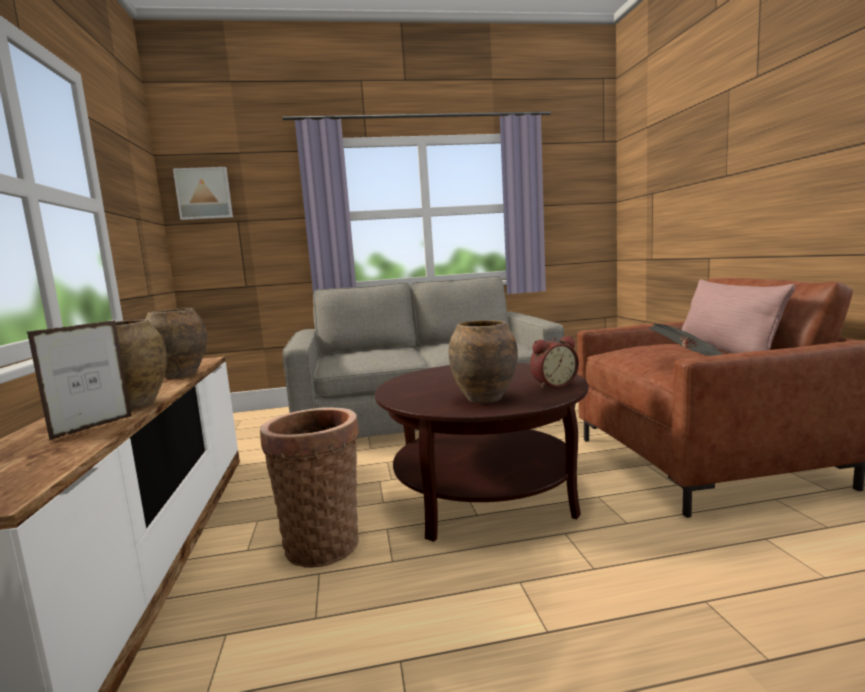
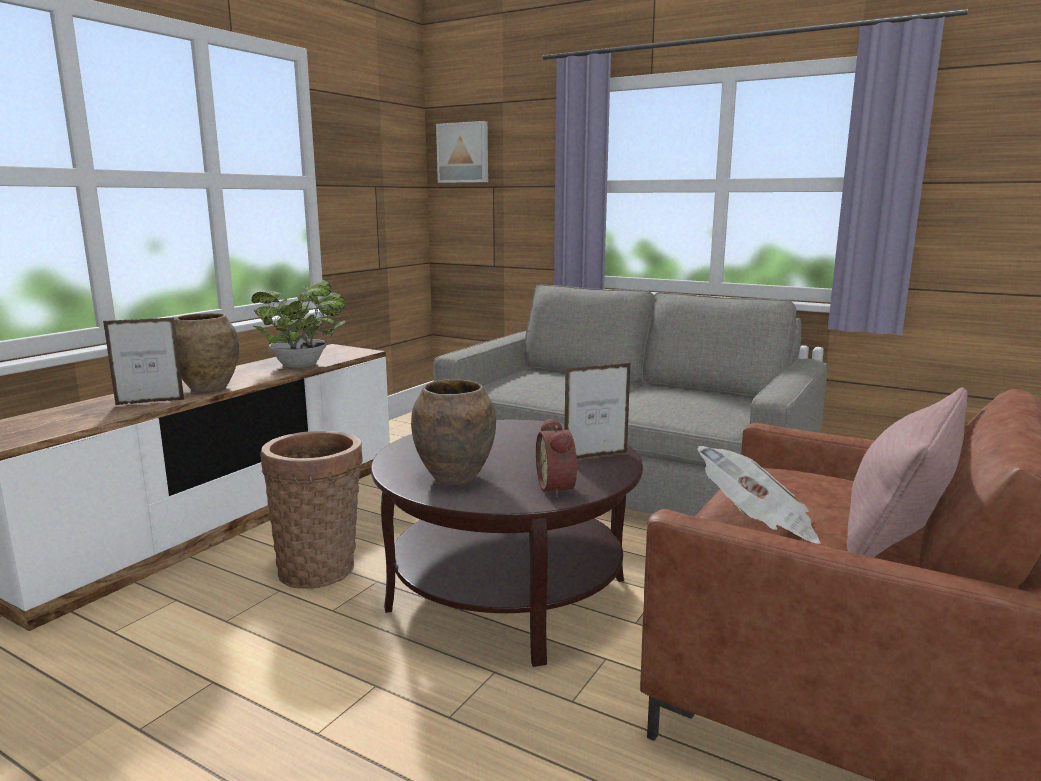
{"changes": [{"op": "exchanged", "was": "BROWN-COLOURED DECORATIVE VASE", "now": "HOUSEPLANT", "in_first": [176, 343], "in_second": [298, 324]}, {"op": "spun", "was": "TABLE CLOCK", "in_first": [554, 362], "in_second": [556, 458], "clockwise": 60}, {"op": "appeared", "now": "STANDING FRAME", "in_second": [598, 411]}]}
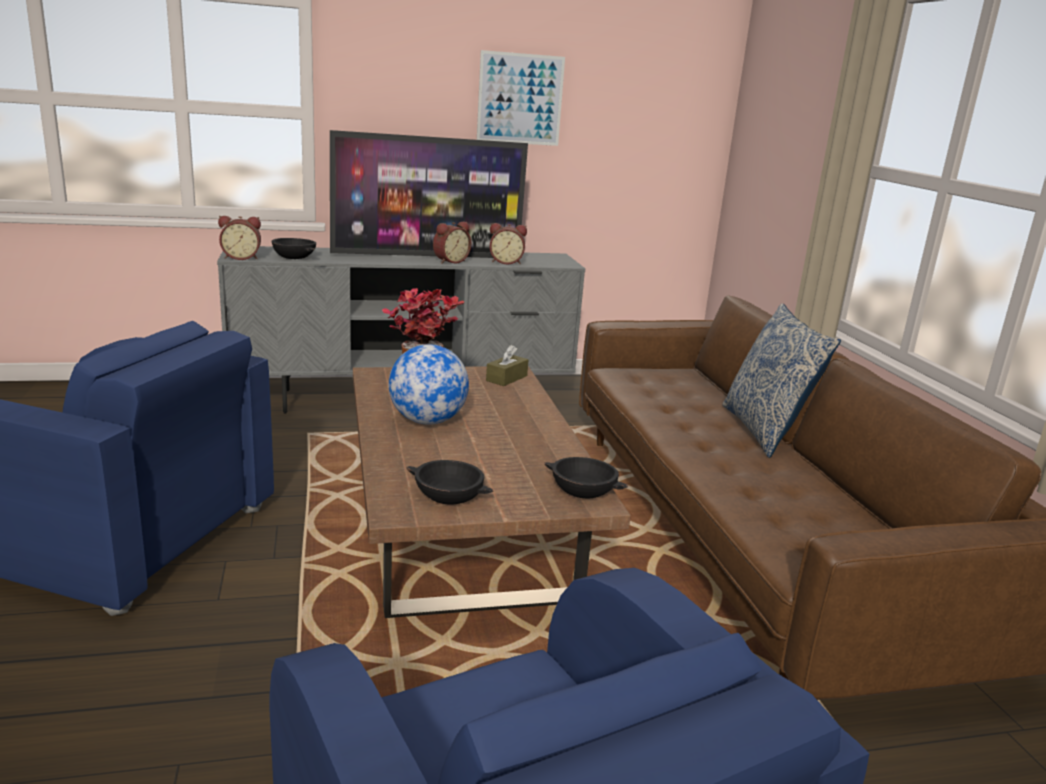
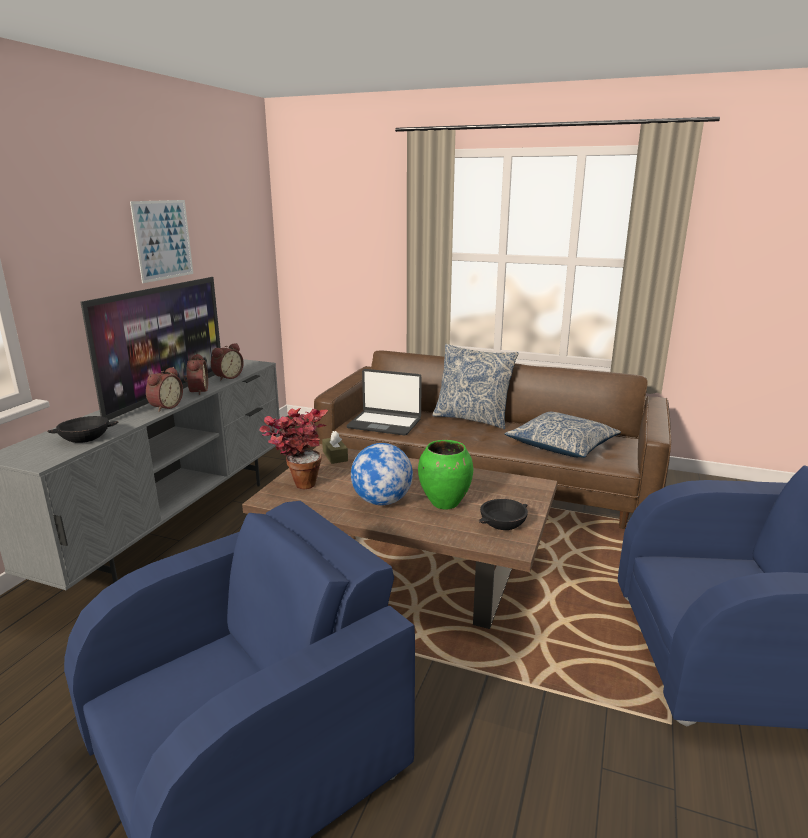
{"changes": [{"op": "relocated", "was": "TABLE CLOCK", "in_first": [239, 238], "in_second": [164, 389]}, {"op": "missing", "was": "BLACK-COLOURED SERVING BOWL", "in_first": [586, 477]}, {"op": "appeared", "now": "LAPTOP", "in_second": [384, 402]}, {"op": "appeared", "now": "CUSHION", "in_second": [563, 435]}, {"op": "appeared", "now": "GREENISH DECORATIVE VASE", "in_second": [445, 474]}]}
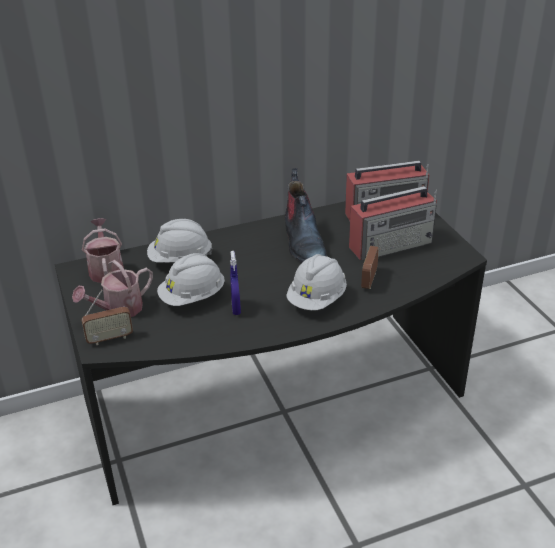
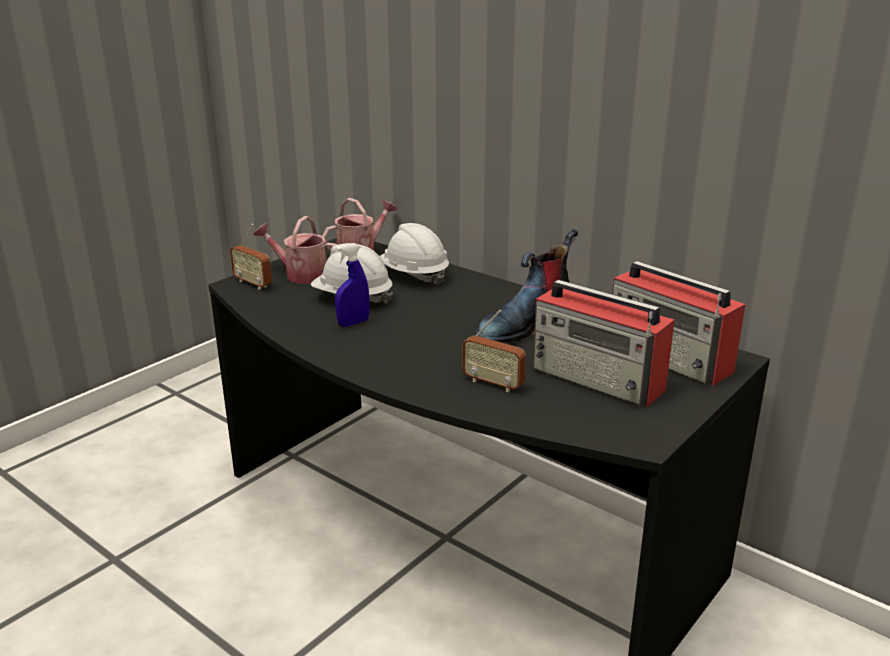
{"changes": [{"op": "spun", "was": "RADIO", "in_first": [370, 263], "in_second": [494, 351], "clockwise": -135}, {"op": "missing", "was": "WHITE-COLOURED WORK HELMET", "in_first": [316, 282]}]}
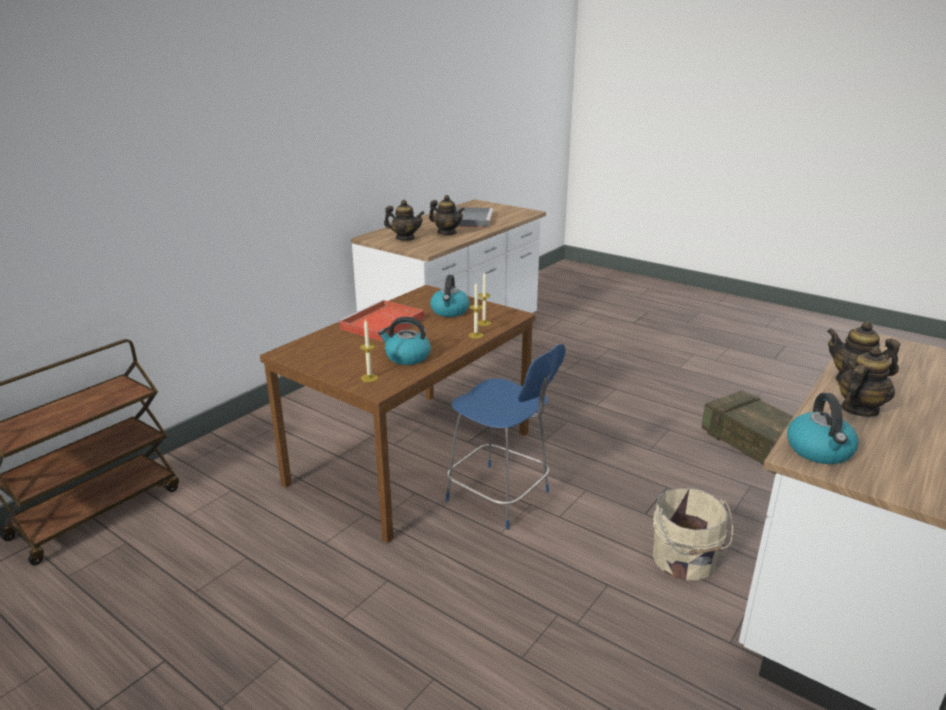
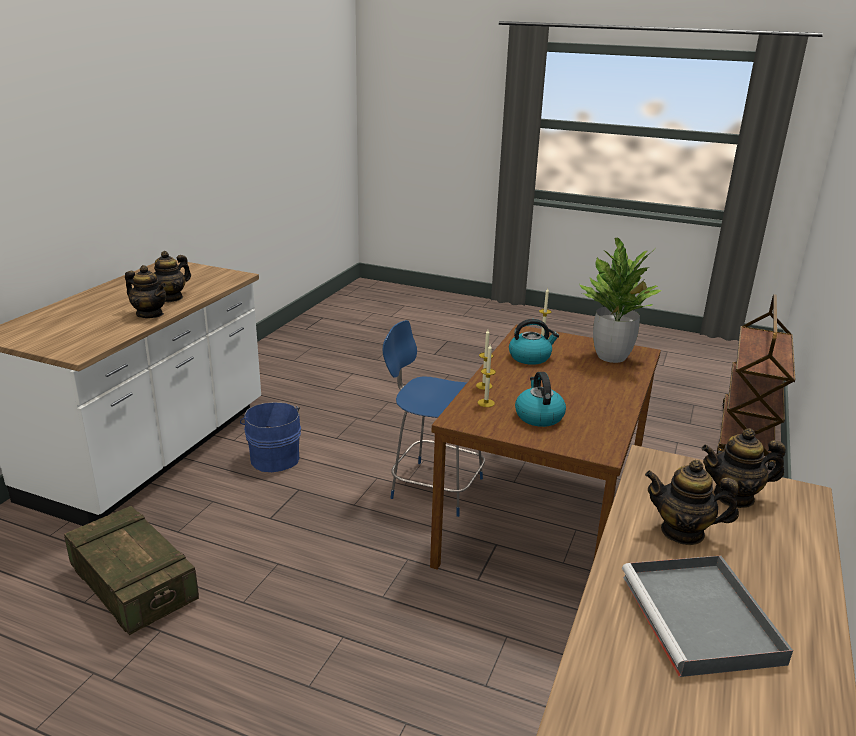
{"changes": [{"op": "missing", "was": "REDDISH CARRYING TRAY", "in_first": [381, 321]}, {"op": "missing", "was": "WATER KETTLE", "in_first": [822, 428]}, {"op": "colour", "was": "BEIGE-COLOURED PAIL", "now": "BLUISH PAIL", "in_first": [693, 534], "in_second": [270, 437]}, {"op": "appeared", "now": "HOUSEPLANT", "in_second": [620, 300]}]}
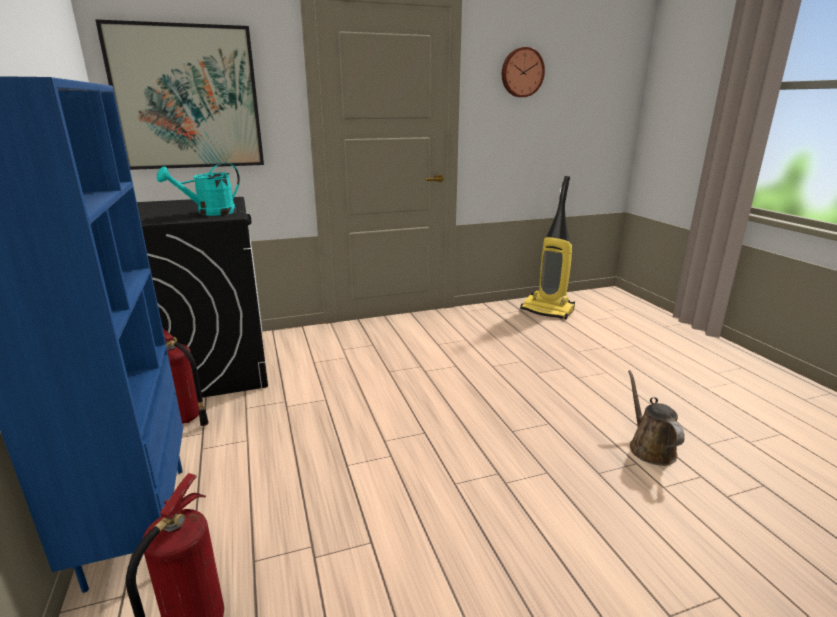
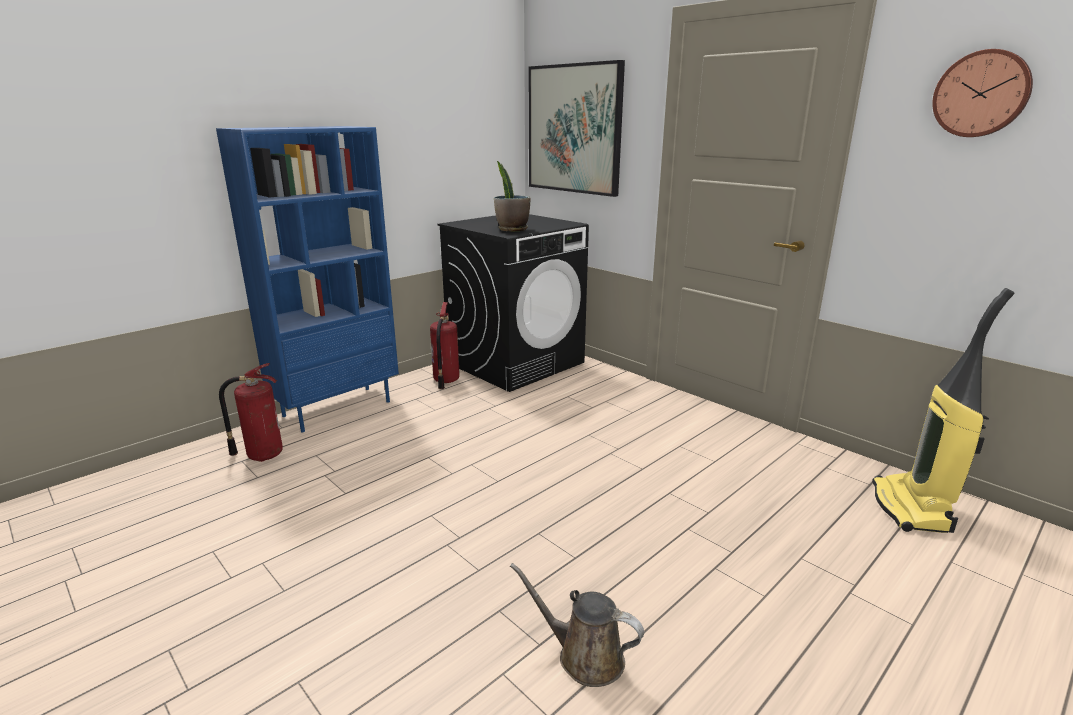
{"changes": [{"op": "exchanged", "was": "BLUE-GREEN SPRINKLING CAN", "now": "HOUSEPLANT", "in_first": [198, 189], "in_second": [512, 196]}, {"op": "spun", "was": "BROWN-COLOURED SPRINKLING CAN", "in_first": [656, 418], "in_second": [577, 625], "clockwise": -120}]}
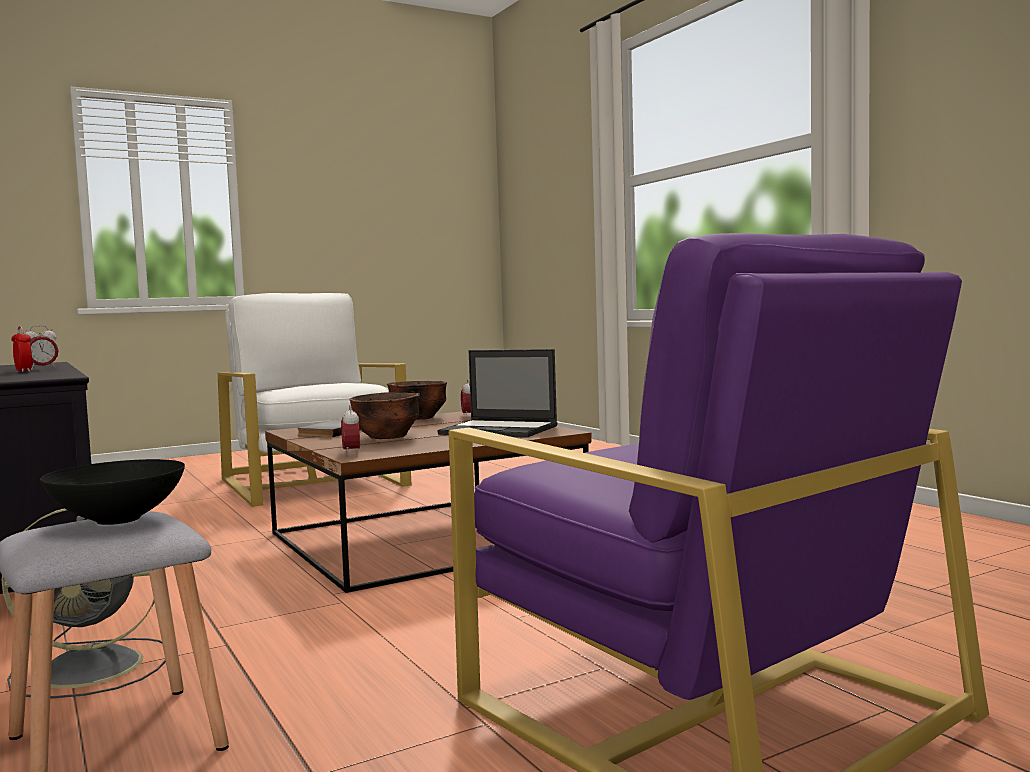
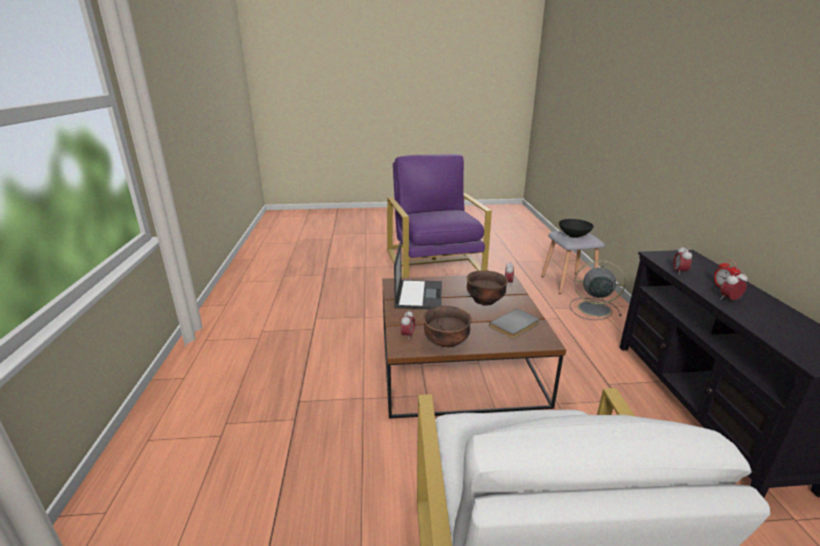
{"changes": [{"op": "spun", "was": "LAPTOP", "in_first": [497, 393], "in_second": [418, 275], "clockwise": 45}, {"op": "appeared", "now": "TABLE CLOCK", "in_second": [682, 260]}]}
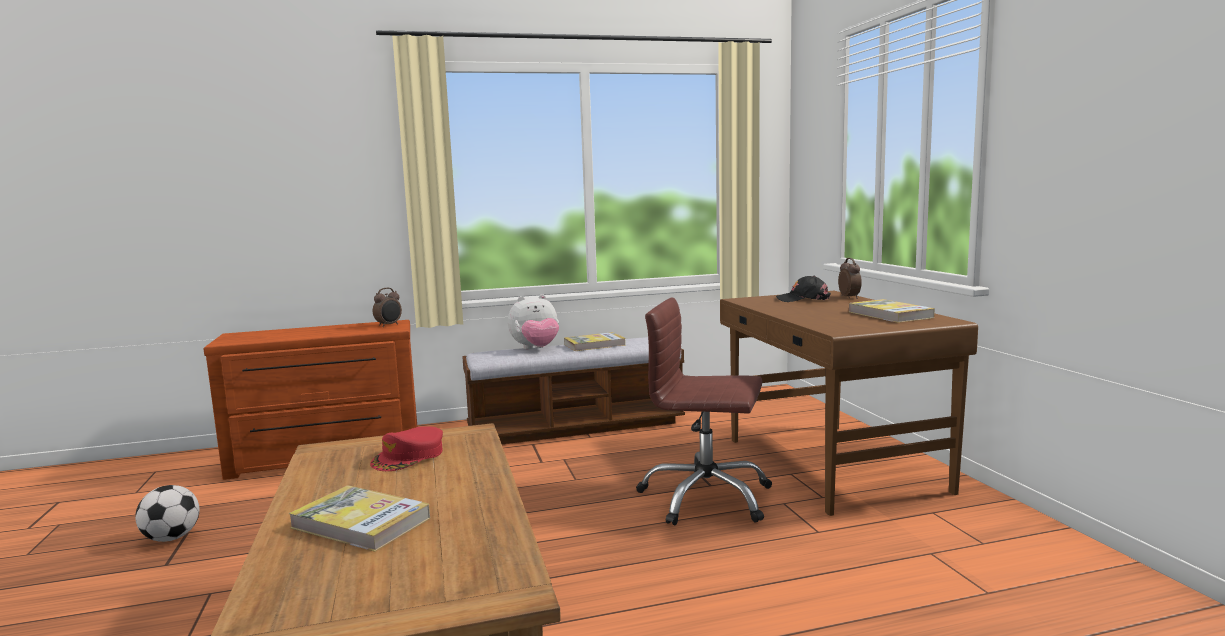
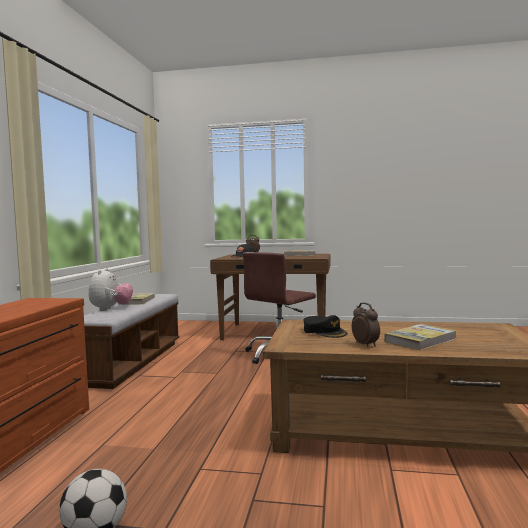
{"changes": [{"op": "relocated", "was": "TABLE CLOCK", "in_first": [387, 307], "in_second": [366, 324]}, {"op": "colour", "was": "REDDISH BASEBALL CAP", "now": "BLACK-COLOURED BASEBALL CAP", "in_first": [406, 448], "in_second": [325, 326]}]}
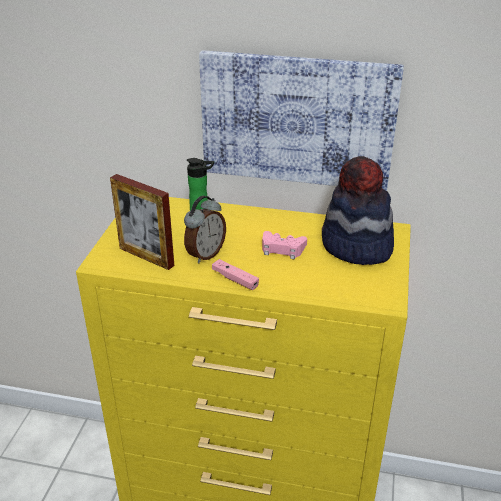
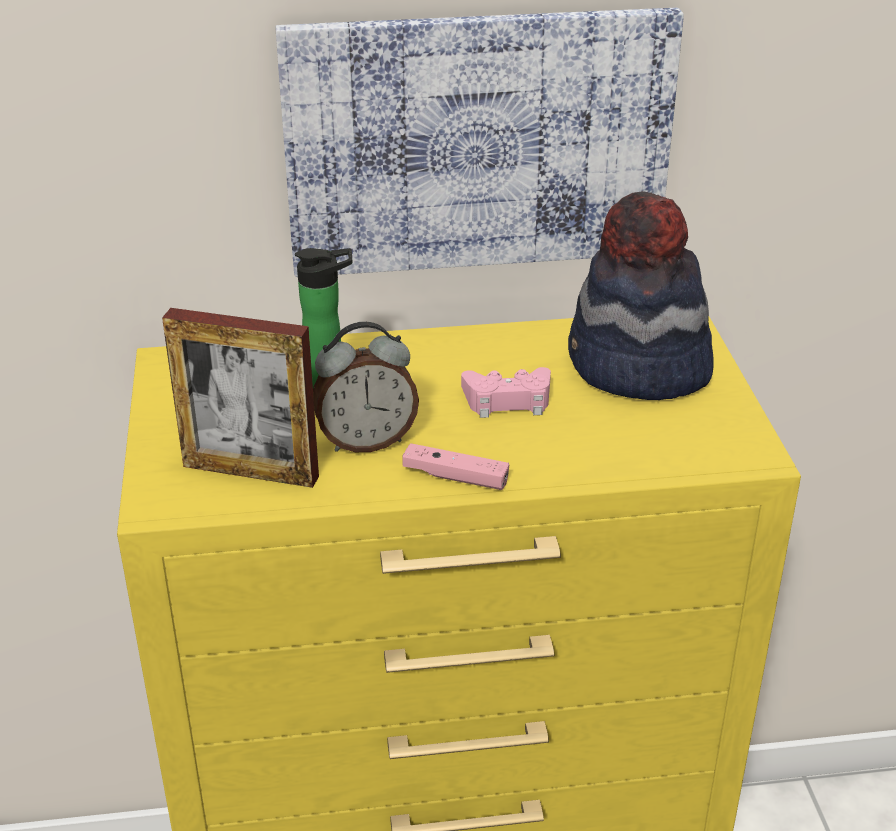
{"changes": [{"op": "spun", "was": "TABLE CLOCK", "in_first": [205, 229], "in_second": [366, 387], "clockwise": 60}]}
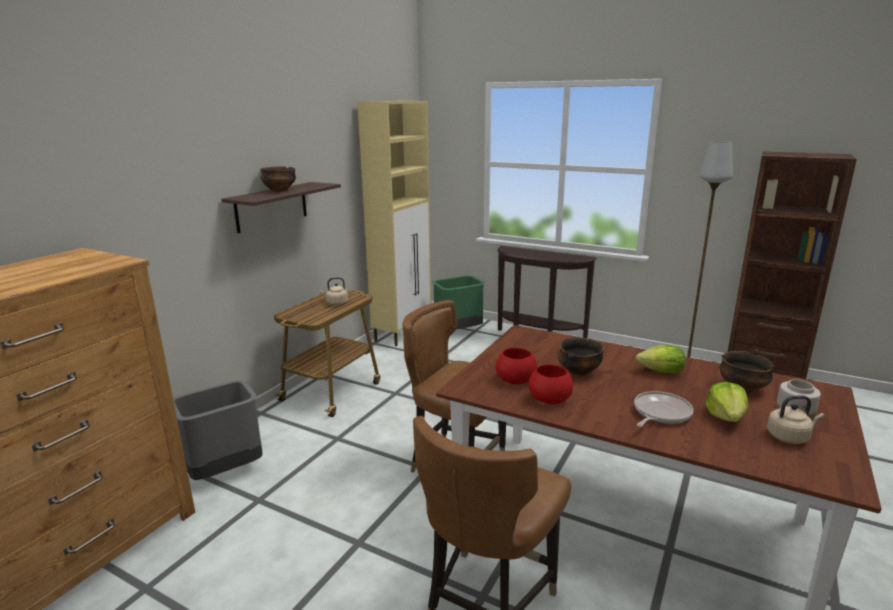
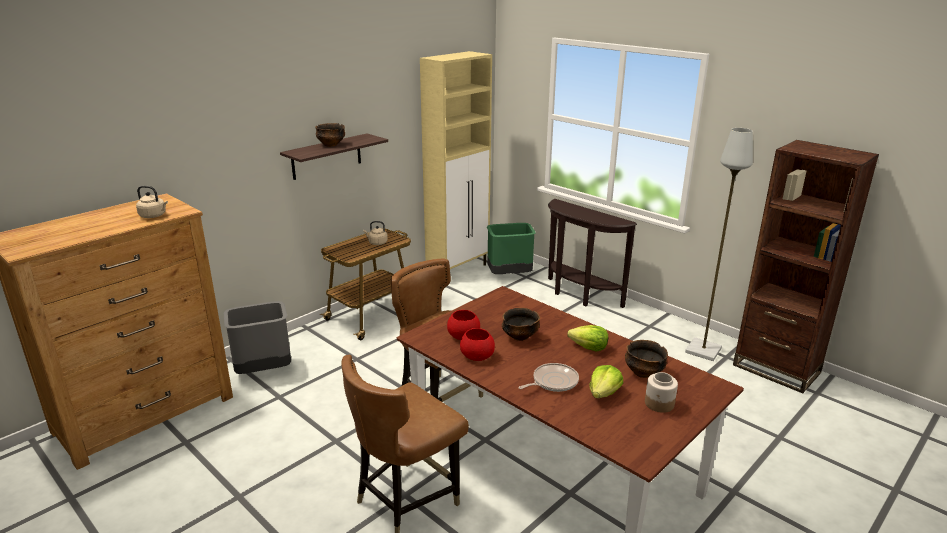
{"changes": [{"op": "relocated", "was": "BEIGE-COLOURED WATER KETTLE", "in_first": [795, 419], "in_second": [152, 202]}]}
